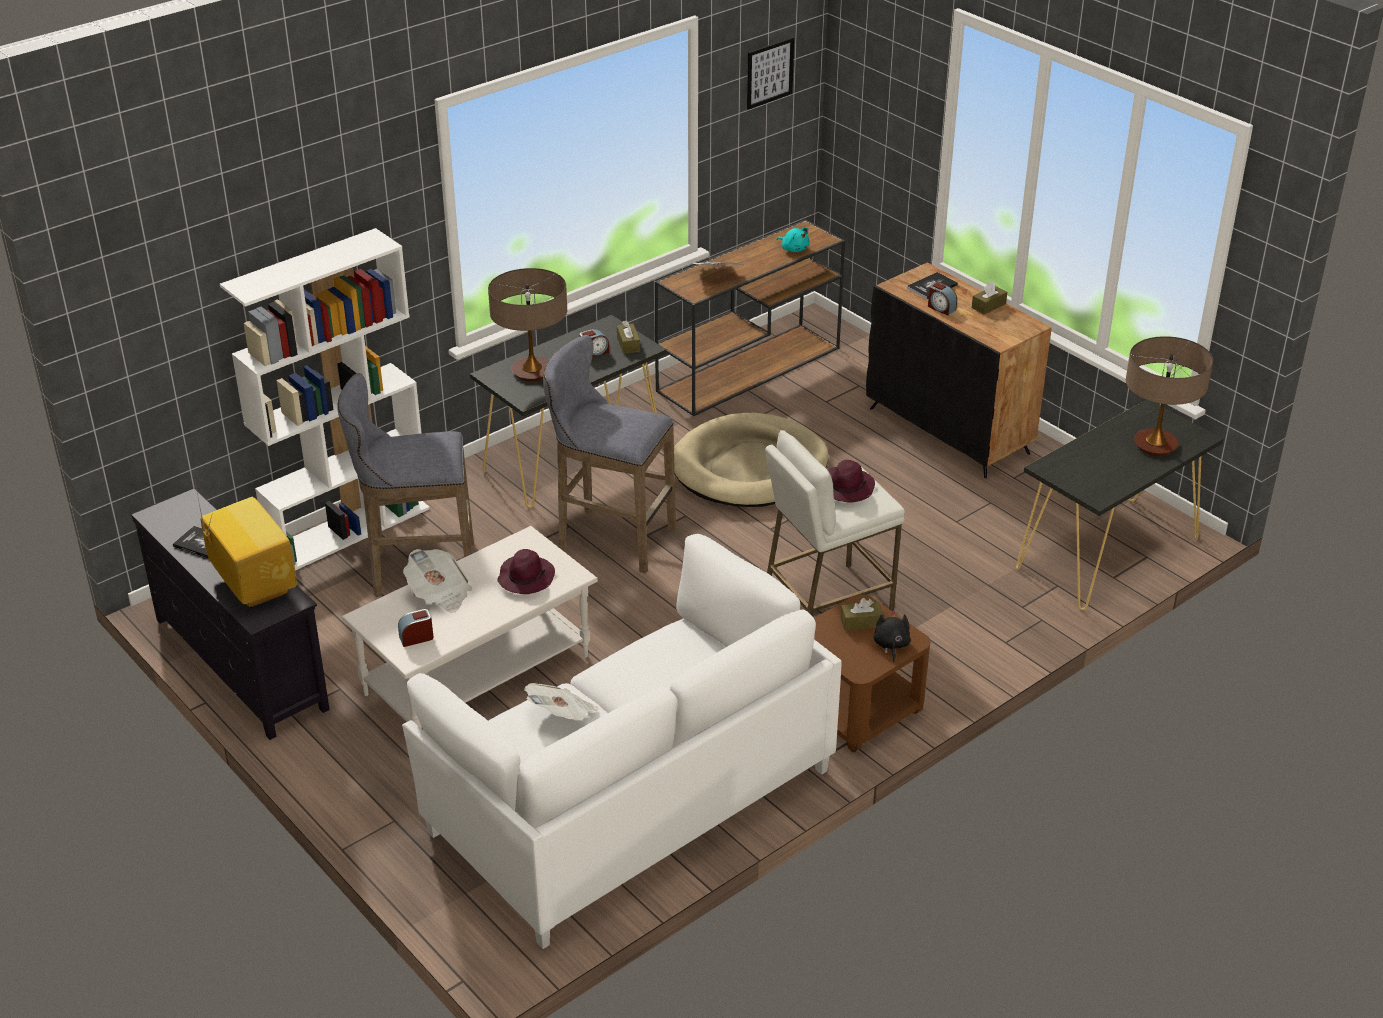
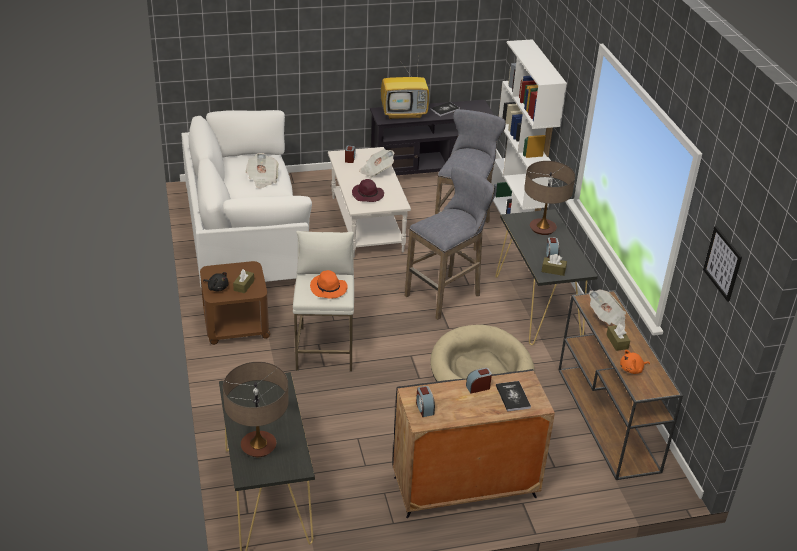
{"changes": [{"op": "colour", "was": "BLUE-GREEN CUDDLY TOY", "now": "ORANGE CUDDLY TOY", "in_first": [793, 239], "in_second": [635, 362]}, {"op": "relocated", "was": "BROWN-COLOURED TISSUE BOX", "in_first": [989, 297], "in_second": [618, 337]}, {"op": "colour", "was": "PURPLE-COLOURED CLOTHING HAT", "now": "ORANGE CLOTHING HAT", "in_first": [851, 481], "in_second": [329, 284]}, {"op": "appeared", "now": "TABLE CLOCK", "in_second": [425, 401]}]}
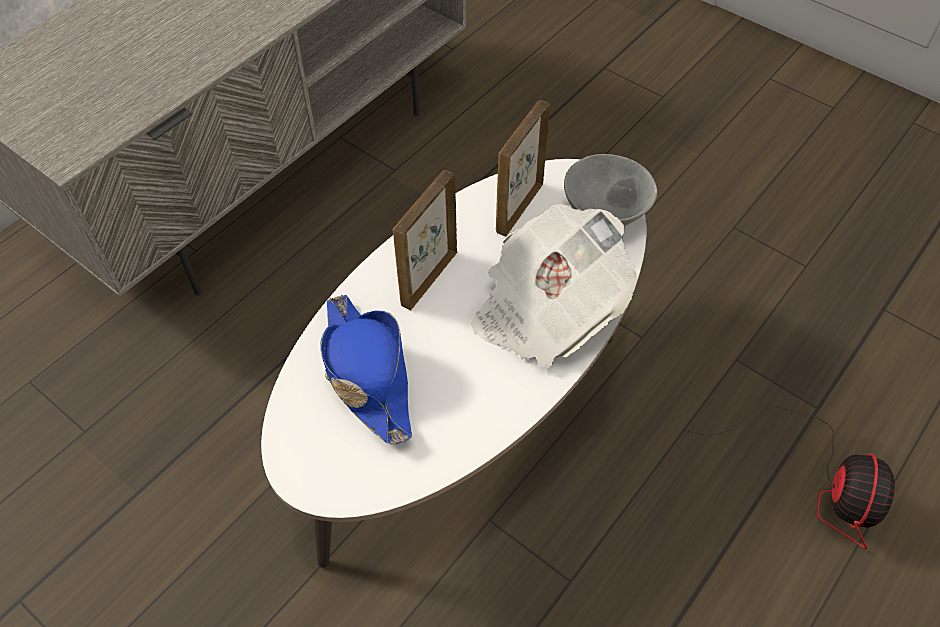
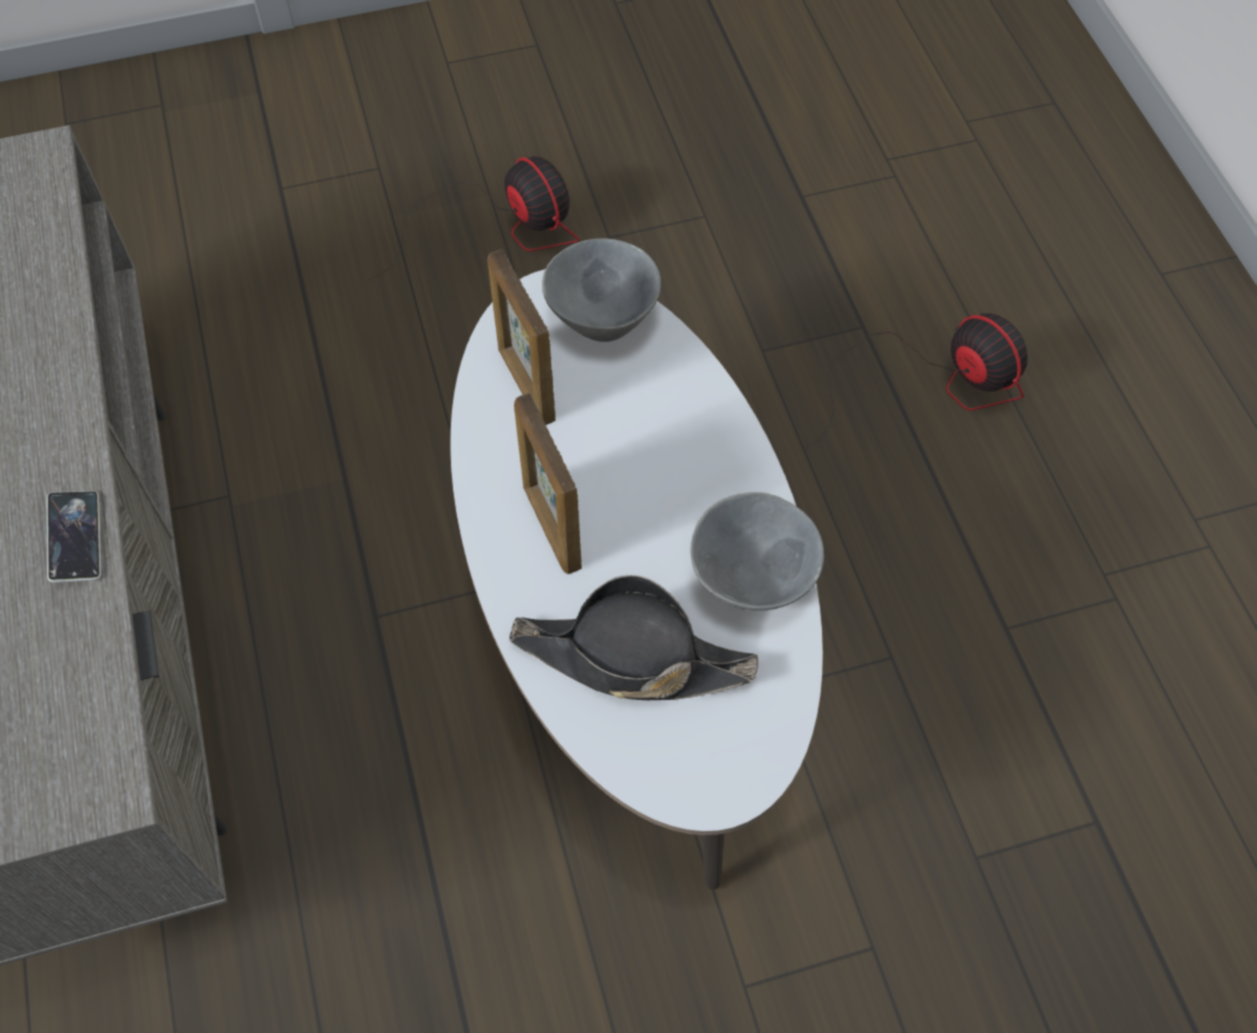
{"changes": [{"op": "missing", "was": "PRINTED PAPER", "in_first": [554, 286]}, {"op": "colour", "was": "BLUISH CLOTHING HAT", "now": "BLACK-COLOURED CLOTHING HAT", "in_first": [366, 369], "in_second": [633, 637]}, {"op": "appeared", "now": "ELECTRIC FAN", "in_second": [473, 218]}, {"op": "appeared", "now": "PHONE", "in_second": [74, 537]}, {"op": "appeared", "now": "GREYISH SERVING BOWL", "in_second": [757, 551]}]}
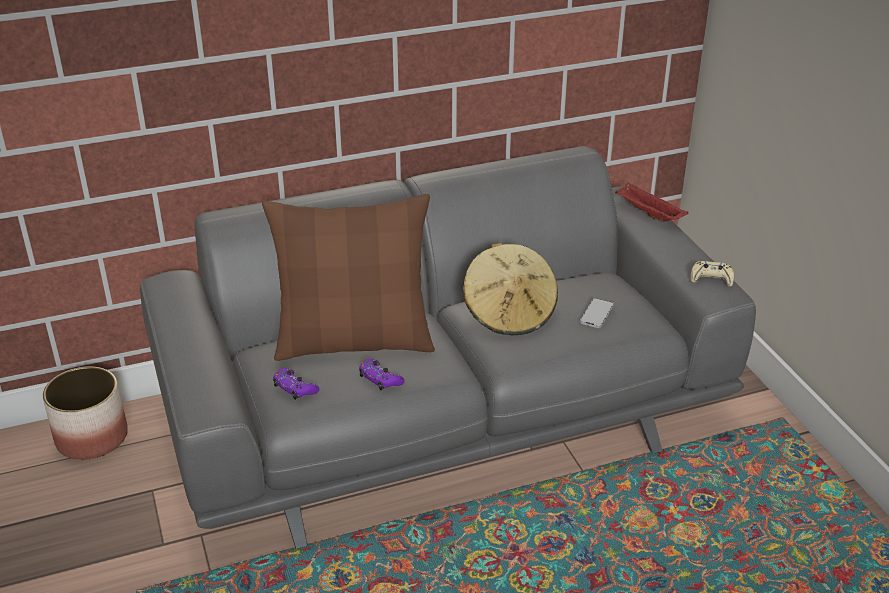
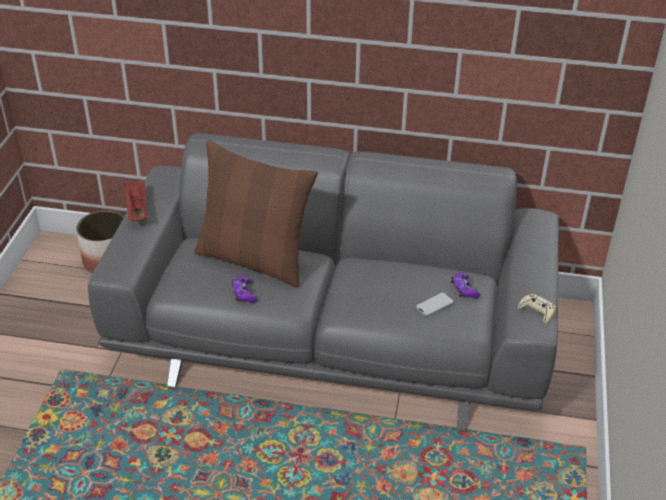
{"changes": [{"op": "relocated", "was": "REDDISH CARRYING TRAY", "in_first": [651, 202], "in_second": [135, 200]}, {"op": "missing", "was": "BEIGE-COLOURED CLOTHING HAT", "in_first": [510, 289]}, {"op": "relocated", "was": "PURPLE-COLOURED GAMEPAD", "in_first": [296, 384], "in_second": [465, 285]}]}
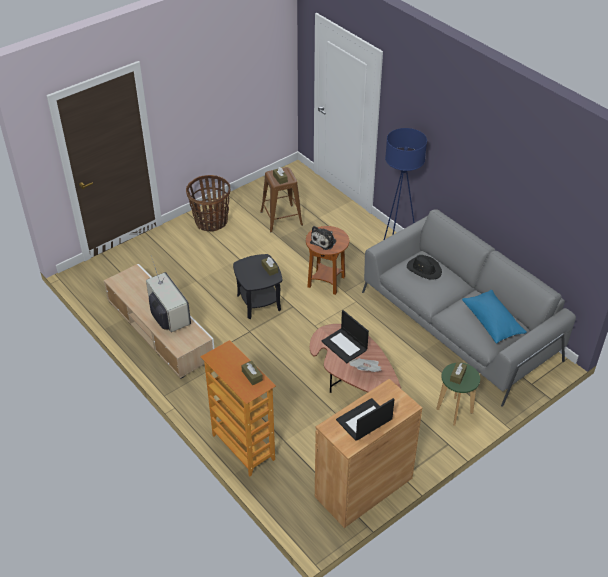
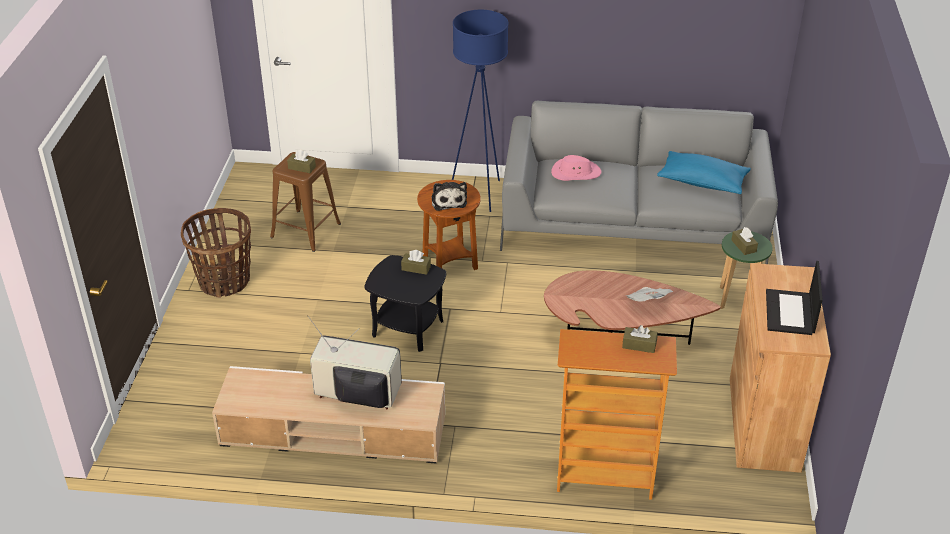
{"changes": [{"op": "colour", "was": "BLACK-COLOURED CLOTHING HAT", "now": "PINKISH CLOTHING HAT", "in_first": [424, 267], "in_second": [576, 168]}, {"op": "missing", "was": "LAPTOP", "in_first": [345, 336]}]}
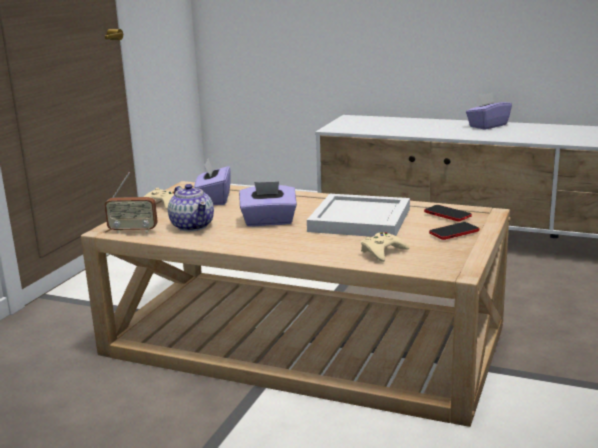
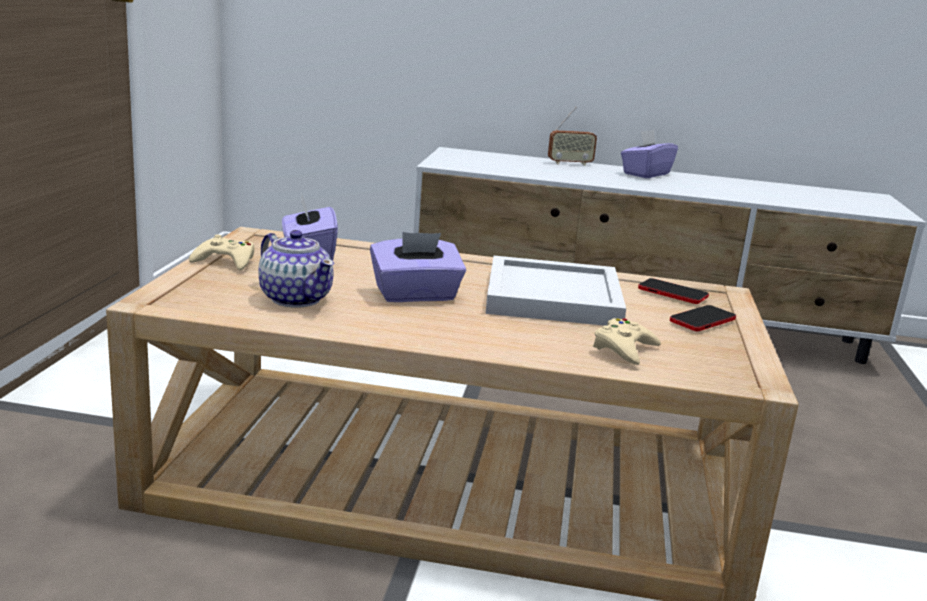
{"changes": [{"op": "relocated", "was": "RADIO", "in_first": [131, 202], "in_second": [572, 136]}]}
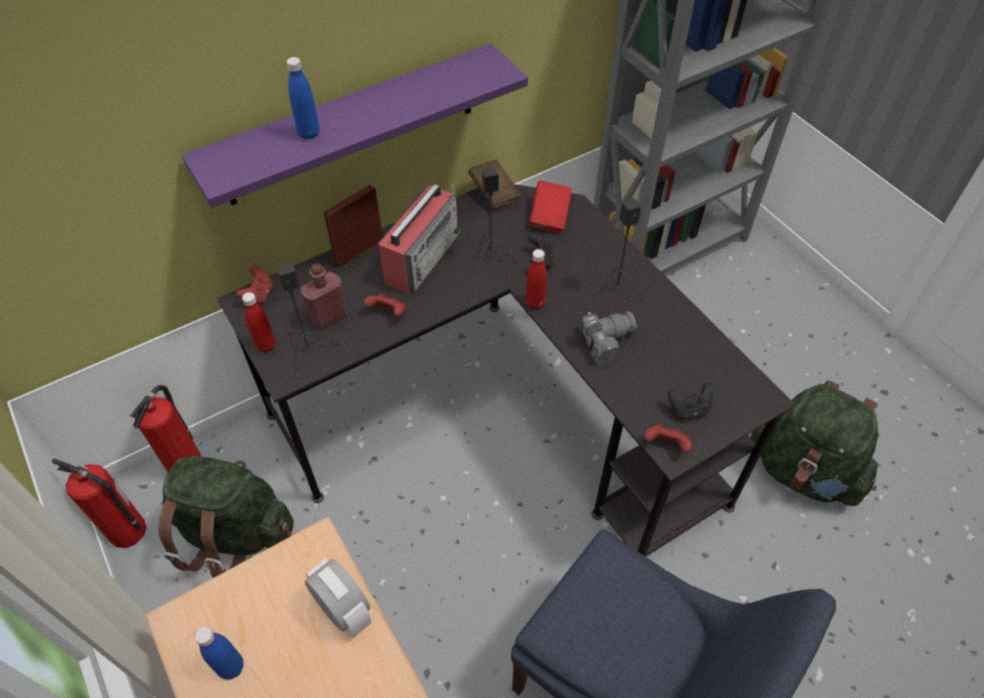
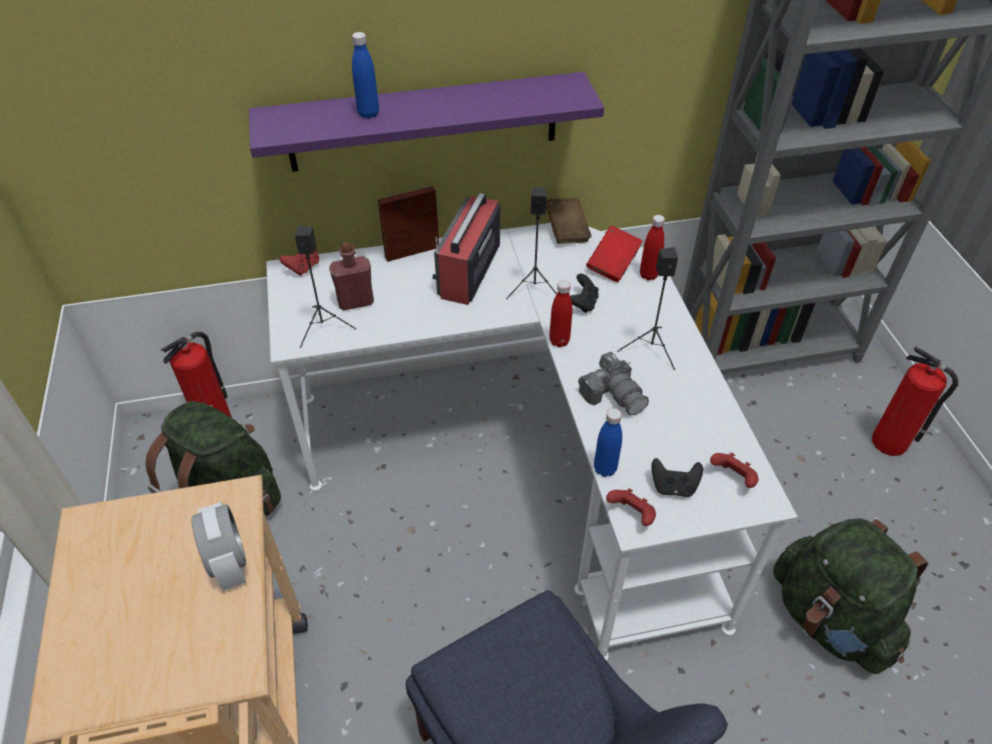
{"changes": [{"op": "colour", "was": "BLACK-COLOURED DESK TABLE", "now": "WHITE-COLOURED DESK TABLE", "in_first": [506, 370], "in_second": [532, 442]}, {"op": "spun", "was": "RADIO", "in_first": [419, 239], "in_second": [466, 249], "clockwise": 150}, {"op": "relocated", "was": "REDDISH DRINK BOTTLE", "in_first": [258, 322], "in_second": [652, 247]}, {"op": "relocated", "was": "REDDISH GAMEPAD", "in_first": [385, 305], "in_second": [734, 470]}, {"op": "spun", "was": "STILL CAMERA", "in_first": [608, 338], "in_second": [613, 383], "clockwise": 60}, {"op": "relocated", "was": "FIRE-FIGHTING CYLINDER", "in_first": [99, 503], "in_second": [915, 401]}, {"op": "relocated", "was": "BLUISH DRINK BOTTLE", "in_first": [218, 653], "in_second": [608, 442]}]}
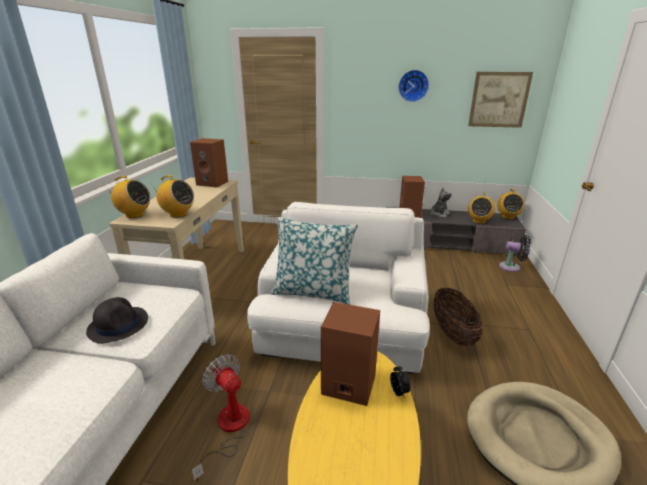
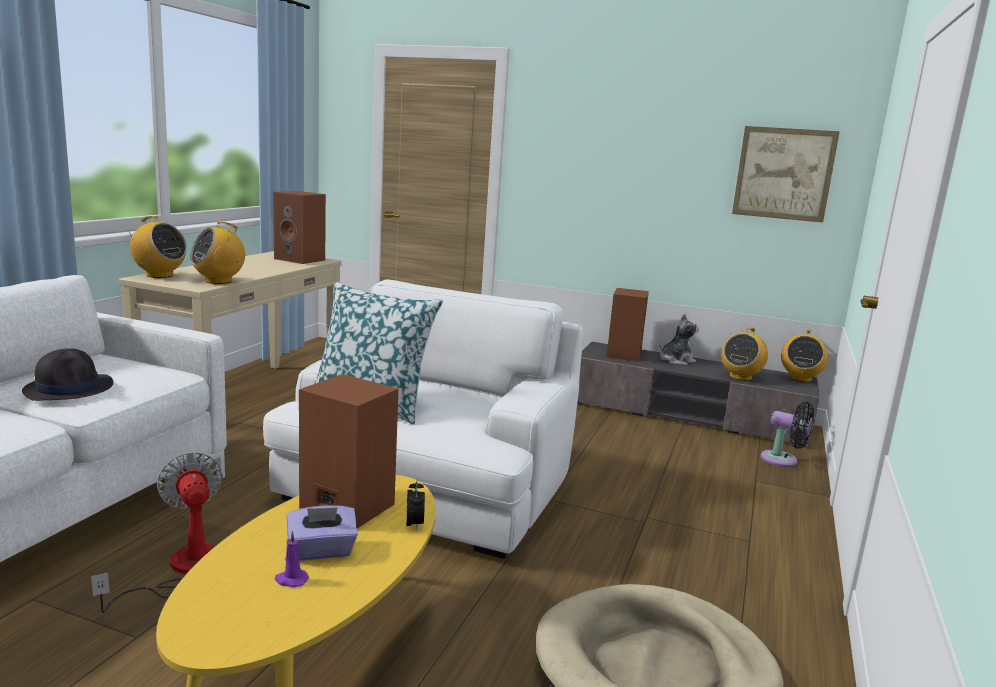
{"changes": [{"op": "missing", "was": "HANGING CLOCK", "in_first": [413, 86]}, {"op": "spun", "was": "RADIO", "in_first": [173, 196], "in_second": [217, 252], "clockwise": 105}, {"op": "missing", "was": "BASKET", "in_first": [457, 317]}, {"op": "appeared", "now": "PURPLE-COLOURED TISSUE BOX", "in_second": [322, 533]}, {"op": "appeared", "now": "PURPLE-COLOURED CANDLE", "in_second": [292, 559]}]}
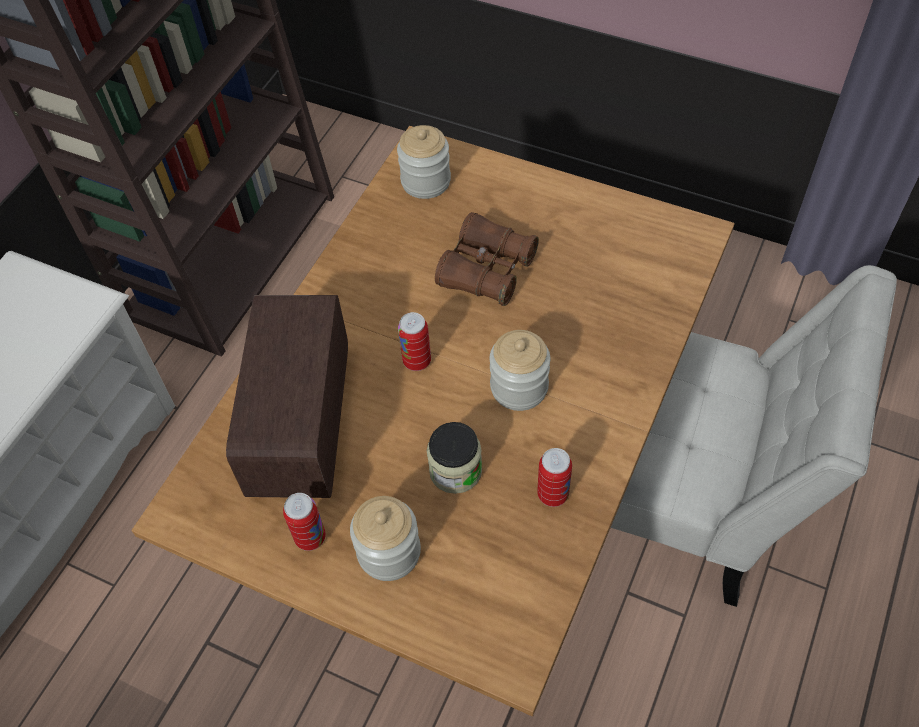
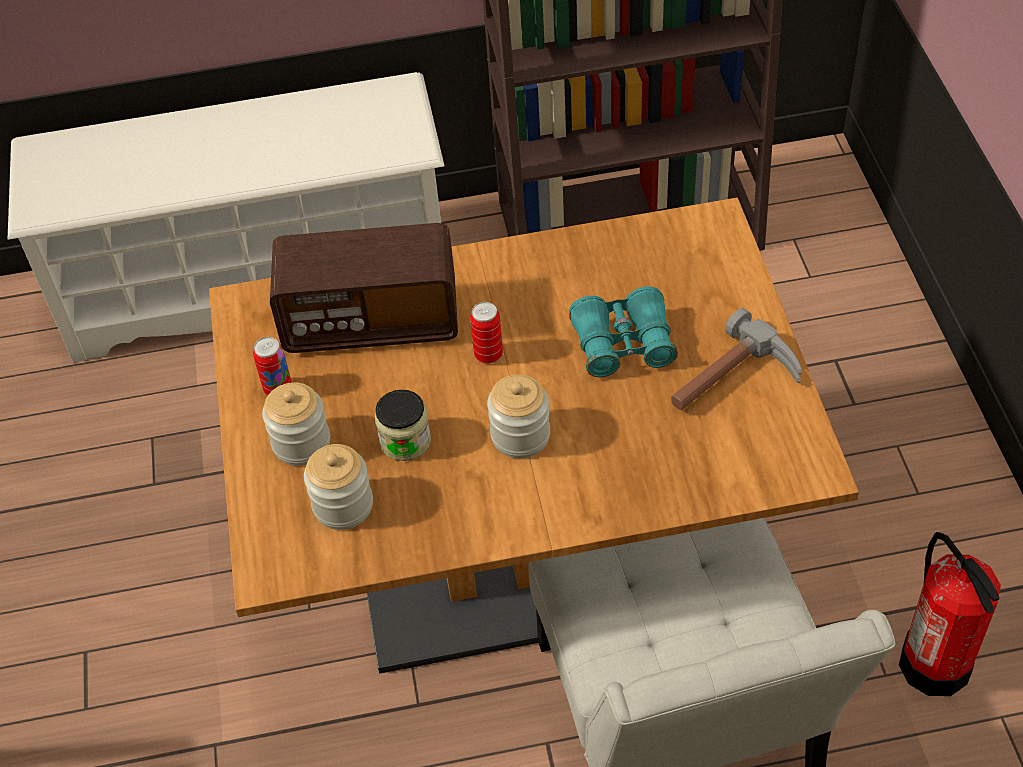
{"changes": [{"op": "relocated", "was": "STORAGE JAR", "in_first": [424, 162], "in_second": [338, 487]}, {"op": "colour", "was": "BROWN-COLOURED BINOCULARS", "now": "BLUE-GREEN BINOCULARS", "in_first": [487, 259], "in_second": [623, 331]}, {"op": "spun", "was": "RADIO", "in_first": [287, 396], "in_second": [364, 288], "clockwise": -150}, {"op": "missing", "was": "METAL CAN", "in_first": [554, 477]}, {"op": "appeared", "now": "HAMMER", "in_second": [736, 359]}, {"op": "appeared", "now": "FIRE-FIGHTING CYLINDER", "in_second": [950, 614]}]}
